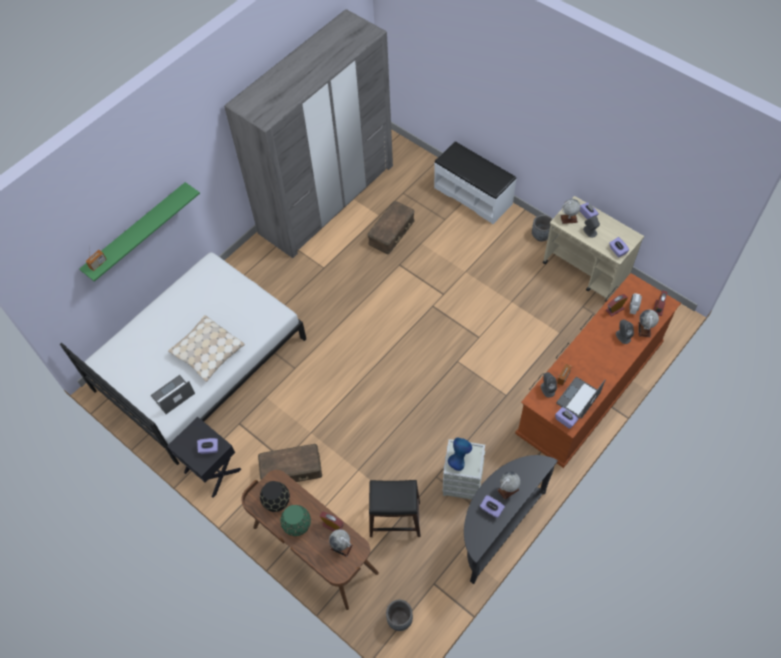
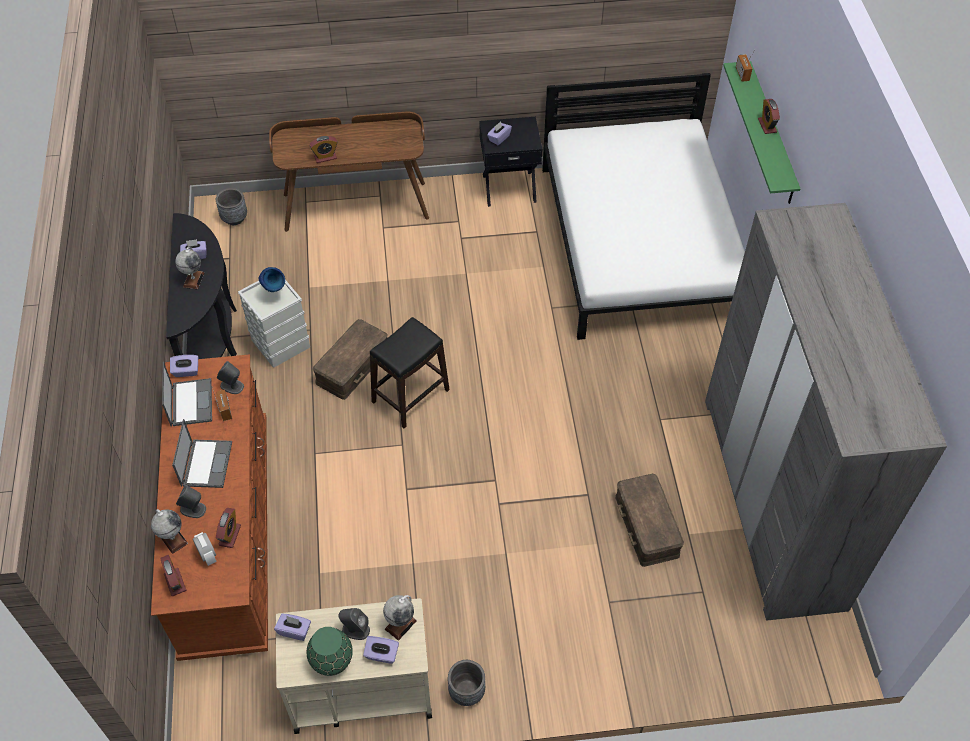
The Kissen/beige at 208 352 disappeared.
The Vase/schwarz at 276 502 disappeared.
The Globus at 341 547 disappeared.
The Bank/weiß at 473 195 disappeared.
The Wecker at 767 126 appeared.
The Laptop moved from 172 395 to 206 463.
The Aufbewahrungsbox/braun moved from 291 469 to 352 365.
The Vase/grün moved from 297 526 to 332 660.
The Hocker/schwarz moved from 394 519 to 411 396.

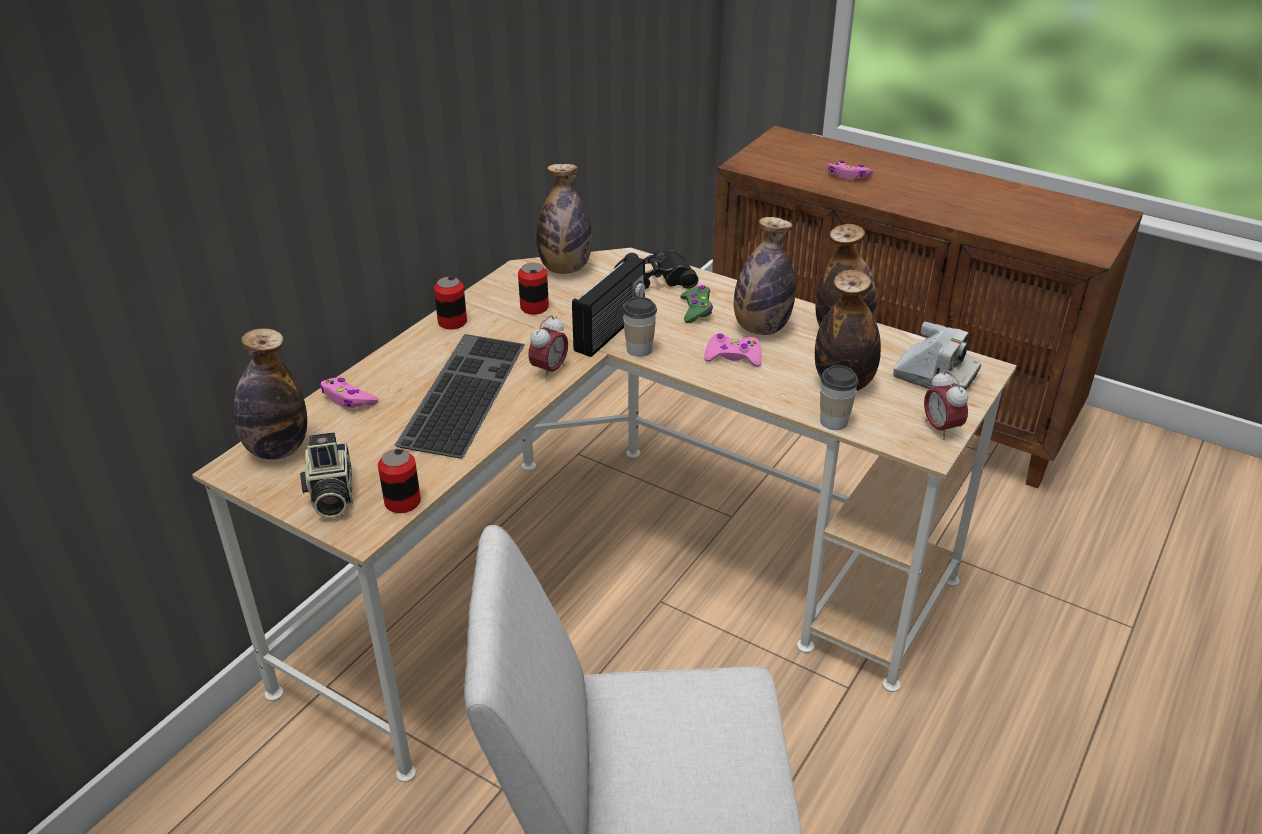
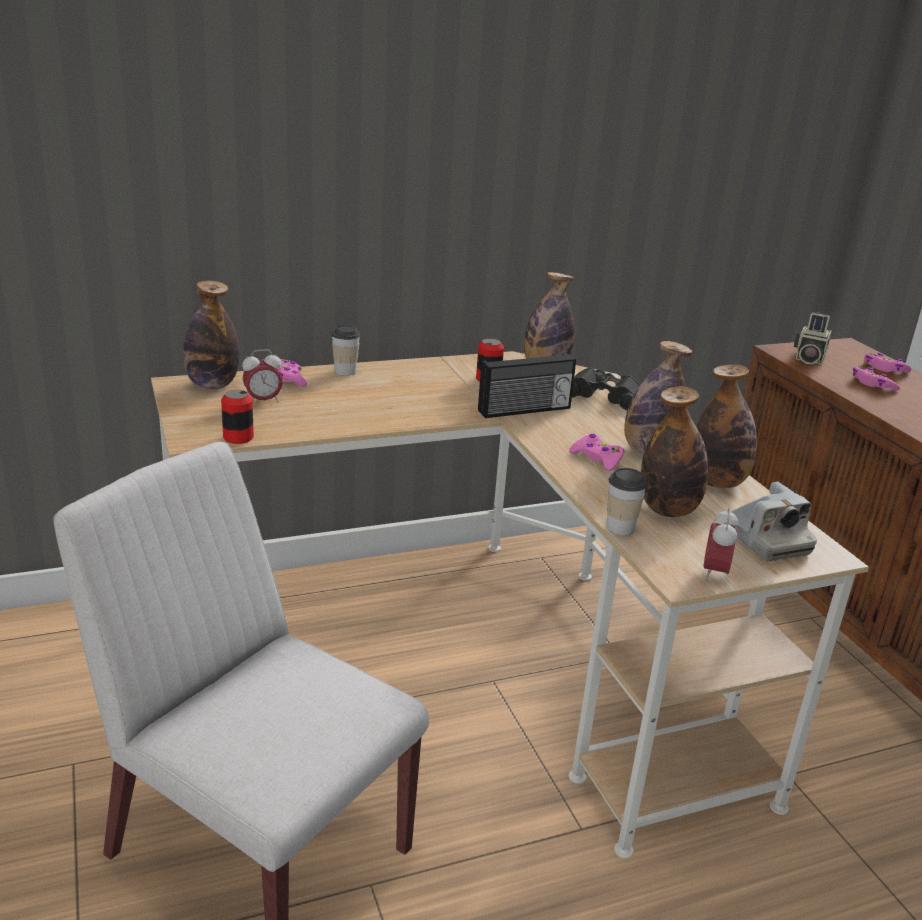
The Tastatur at 461 392 disappeared.
The Dose at 452 322 disappeared.
The Gamepad/grün at 696 310 disappeared.
The Gamepad/rosa at 884 369 appeared.
The Kamera moved from 330 496 to 808 358.
The Wecker moved from 549 370 to 263 401.
The Tasse moved from 639 349 to 345 371.

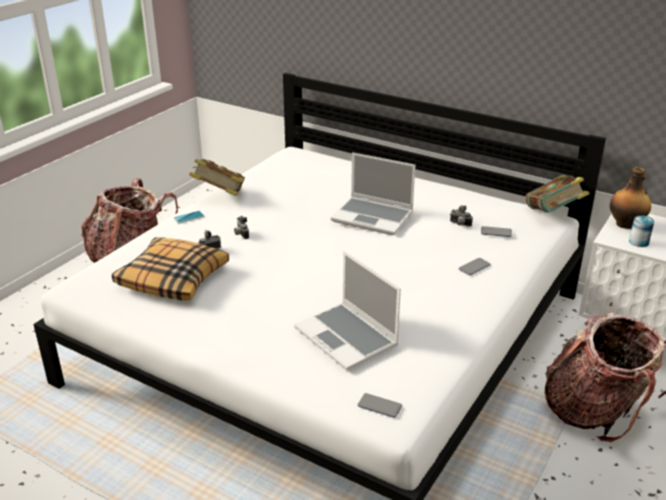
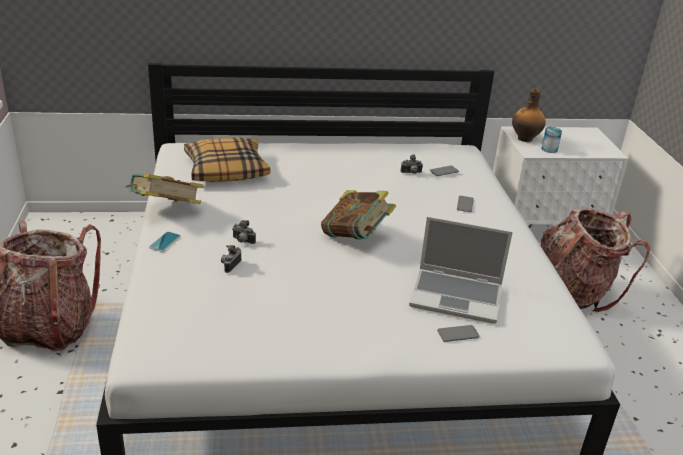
The Laptop at 373 217 disappeared.
The Kissen moved from 173 279 to 226 169.
The Handy moved from 379 406 to 458 334.
The Buch moved from 553 214 to 356 237.

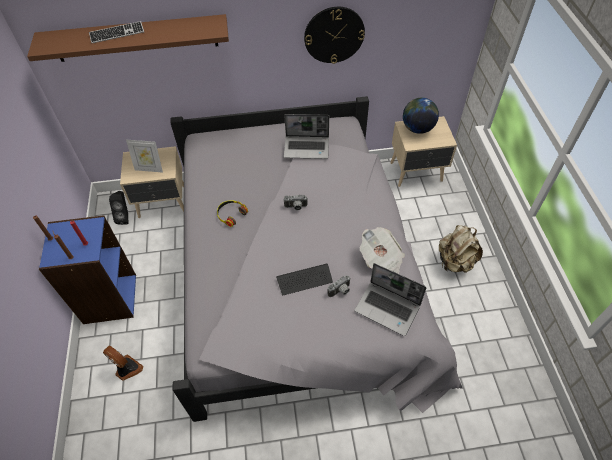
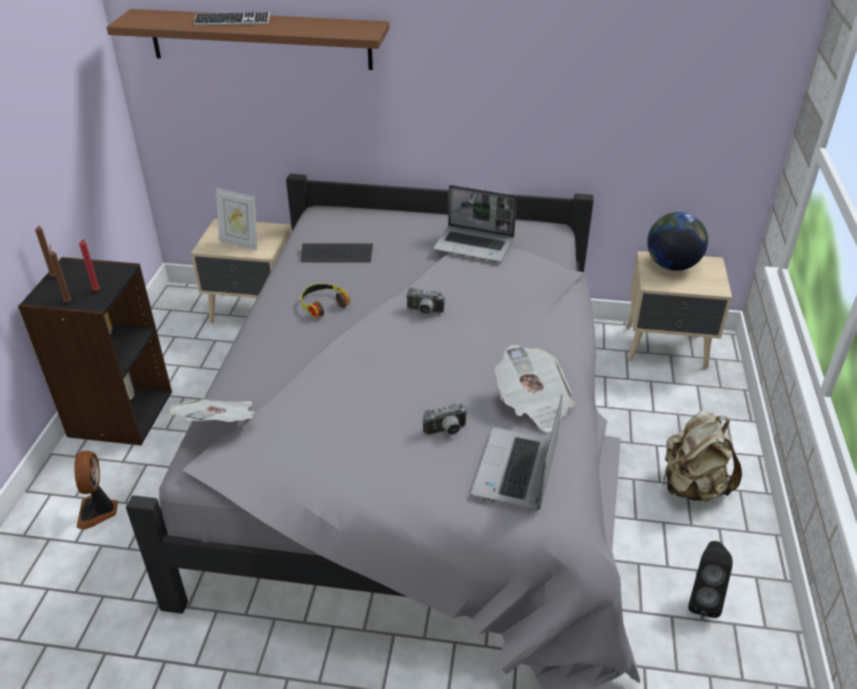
The Wanduhr at 334 35 disappeared.
The Zeitung at 220 426 appeared.
The Lautsprecher/schwarz moved from 125 217 to 702 599.
The Tastatur moved from 304 280 to 337 254.
The Bücherregal/blau at 109 298 became the Bücherregal/schwarz at 119 413.
The Ventilator at 127 369 turned 150 degrees counterclockwise.
The Laptop at 388 308 turned 60 degrees clockwise.

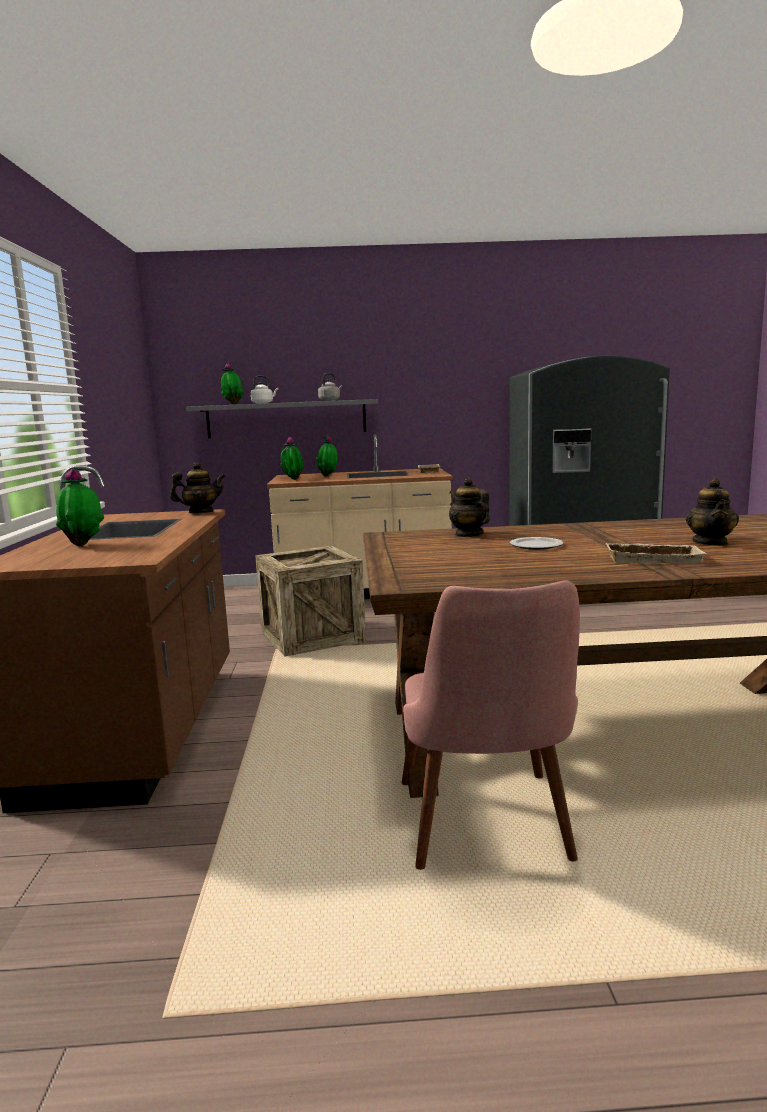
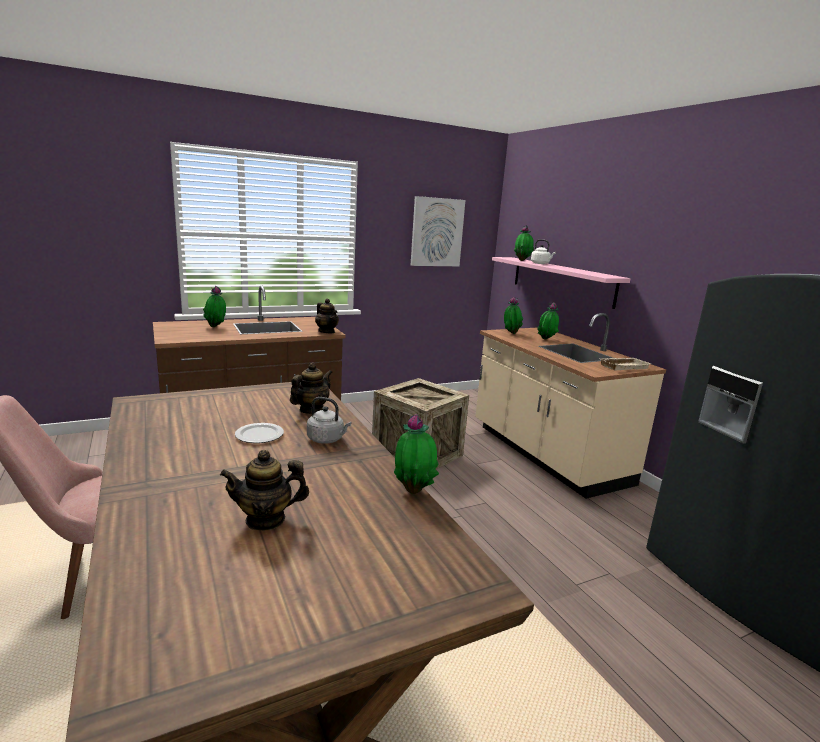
The Tablett/beige at 653 559 disappeared.
The Topfpflanze at 414 490 appeared.
The Bild at 437 232 appeared.
The Wasserkessel/grau moved from 330 400 to 327 439.
The Wandregal/grau at 286 419 became the Wandregal/rosa at 561 280.

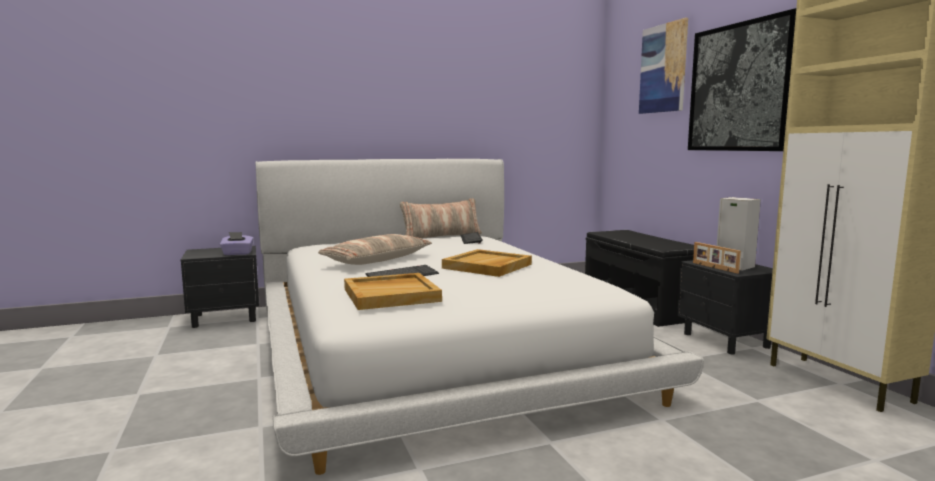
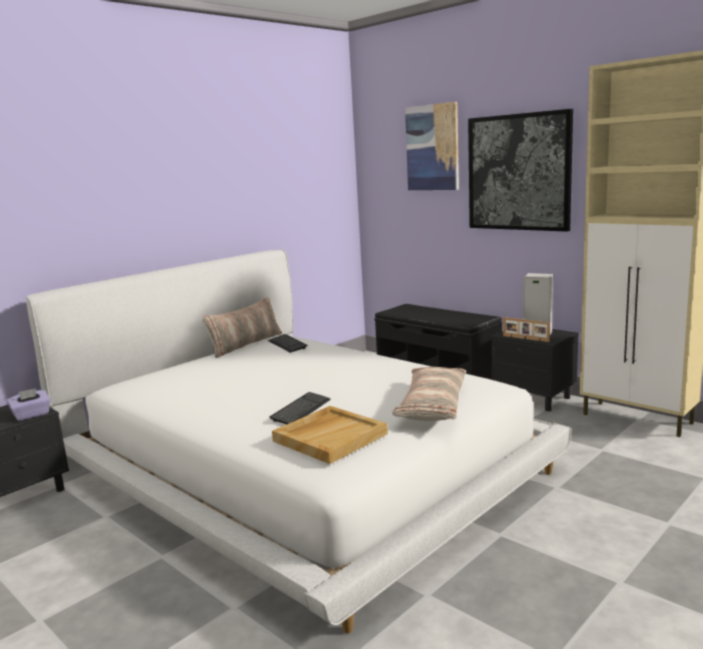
The Tablett/beige at 487 266 disappeared.
The Kissen moved from 377 260 to 432 405.

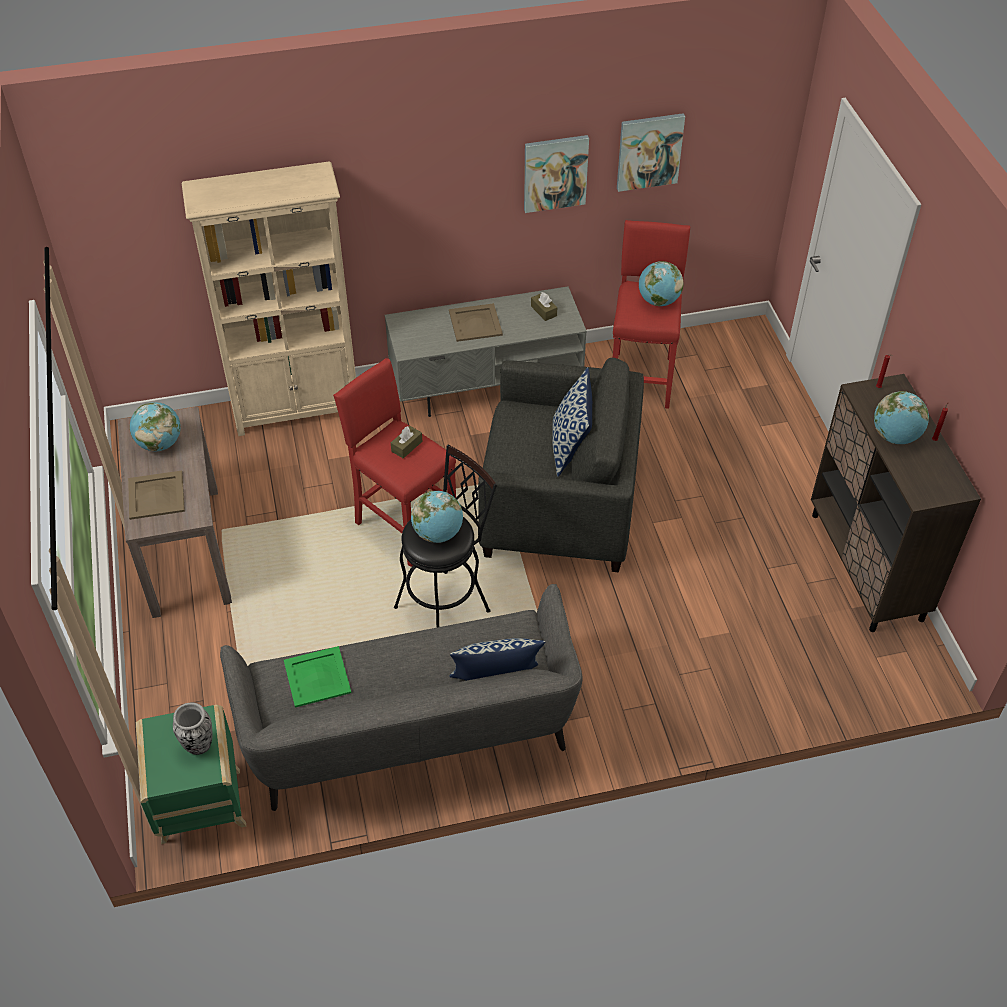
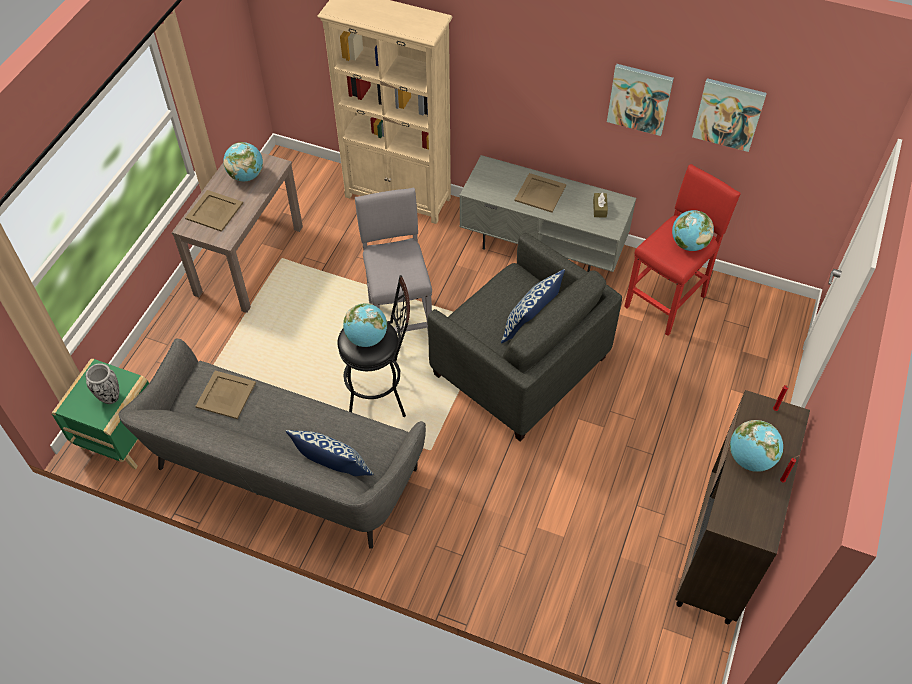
The Taschentuchbox/braun at 406 446 disappeared.
The Tablett/grün at 318 677 became the Tablett/beige at 226 395.
The Hocker/rot at 404 525 became the Hocker/grau at 399 320.

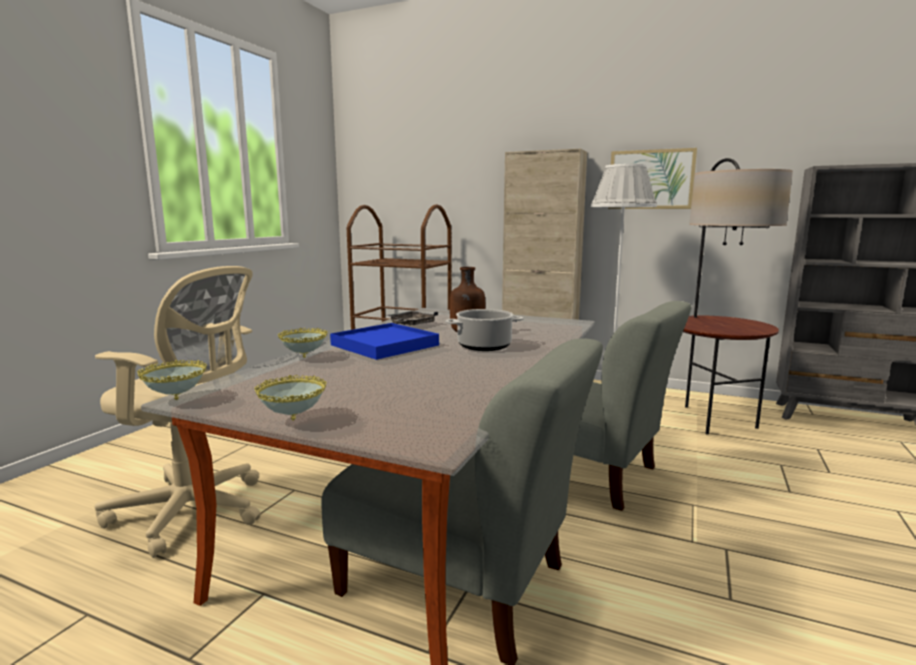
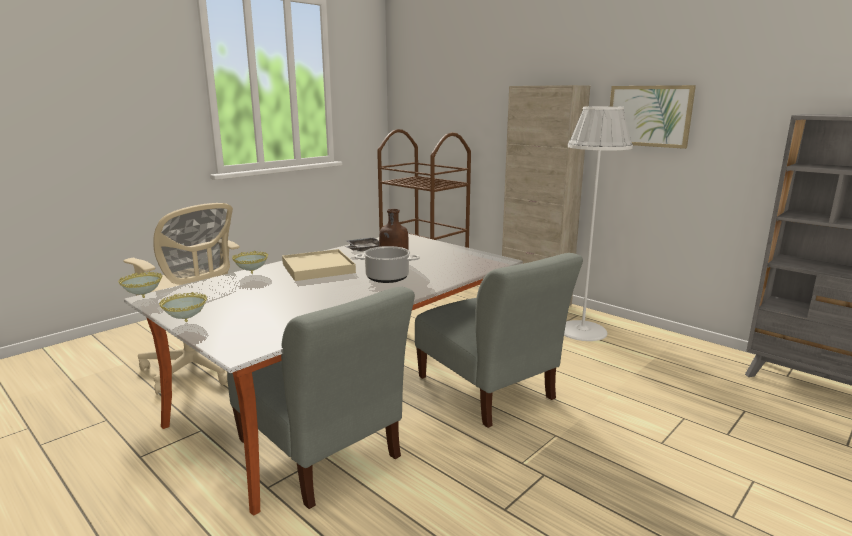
The Stehlampe at 711 420 disappeared.
The Tablett/blau at 384 345 became the Tablett/beige at 318 268.

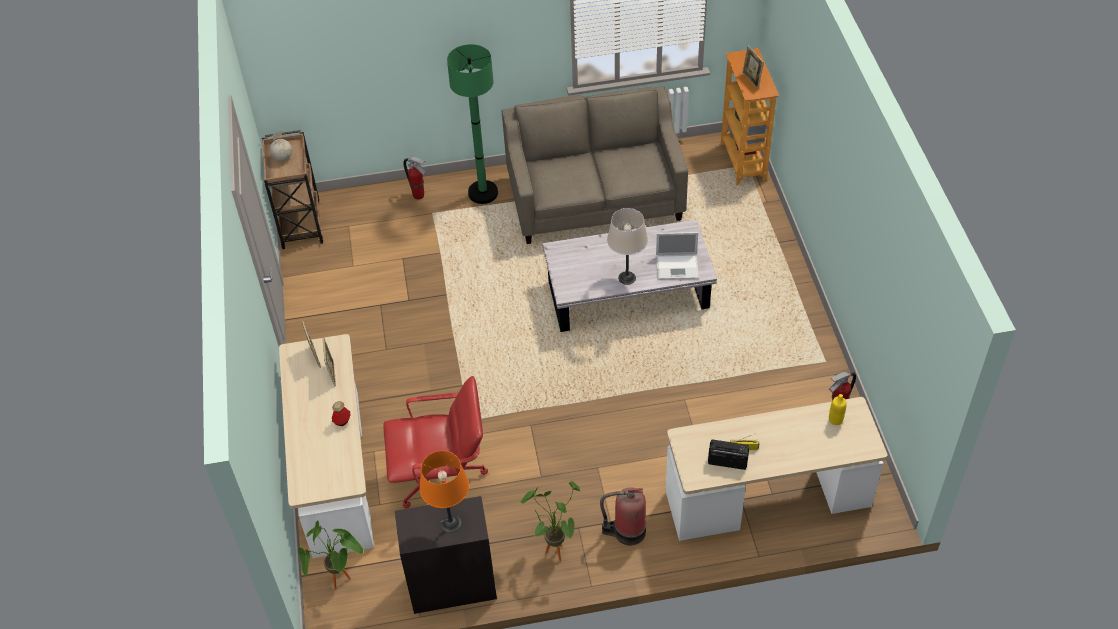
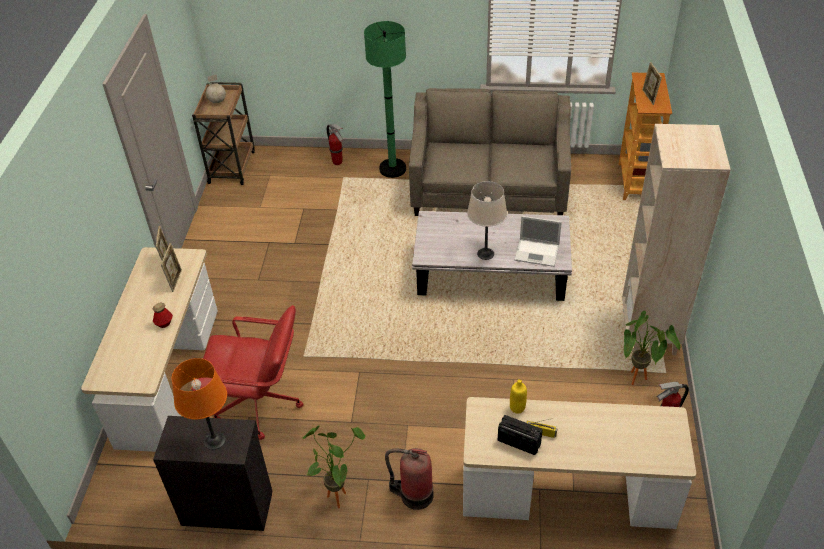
The Bücherregal/beige at 649 332 appeared.
The Topfpflanze moved from 341 584 to 638 382.
The Flasche/gelb moved from 835 420 to 517 408.

